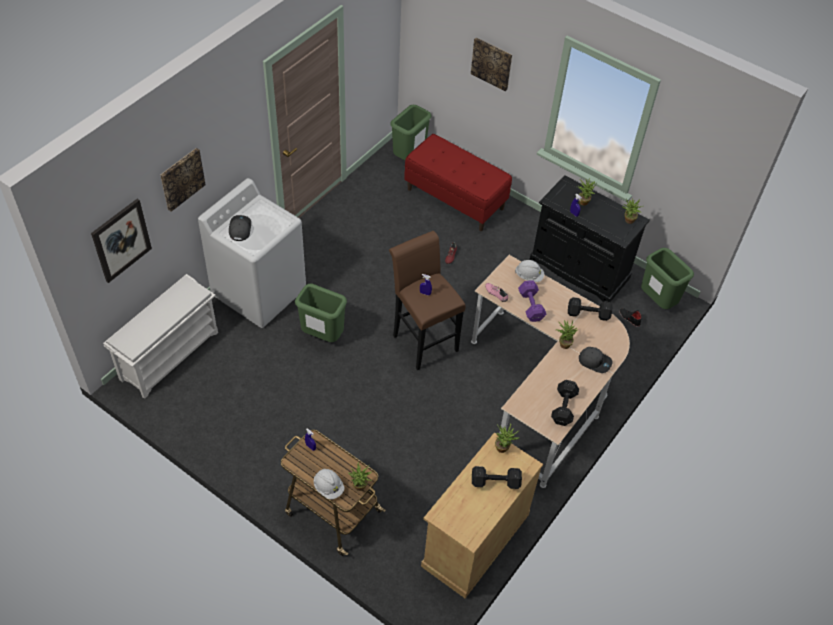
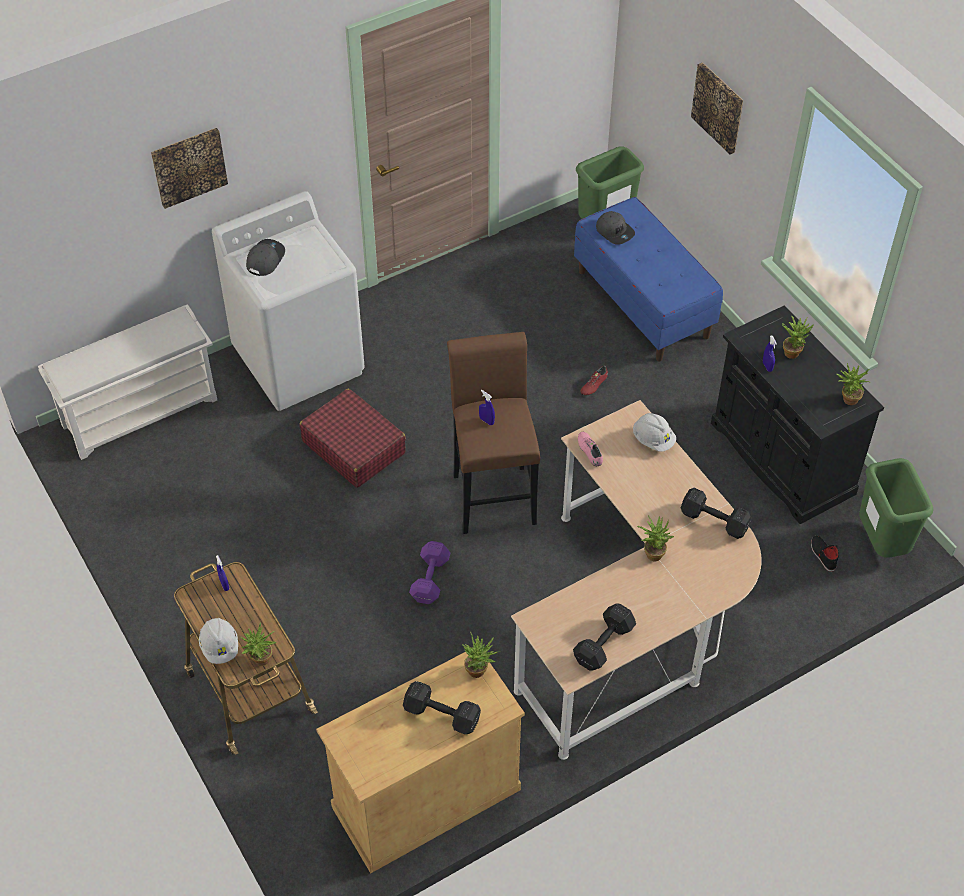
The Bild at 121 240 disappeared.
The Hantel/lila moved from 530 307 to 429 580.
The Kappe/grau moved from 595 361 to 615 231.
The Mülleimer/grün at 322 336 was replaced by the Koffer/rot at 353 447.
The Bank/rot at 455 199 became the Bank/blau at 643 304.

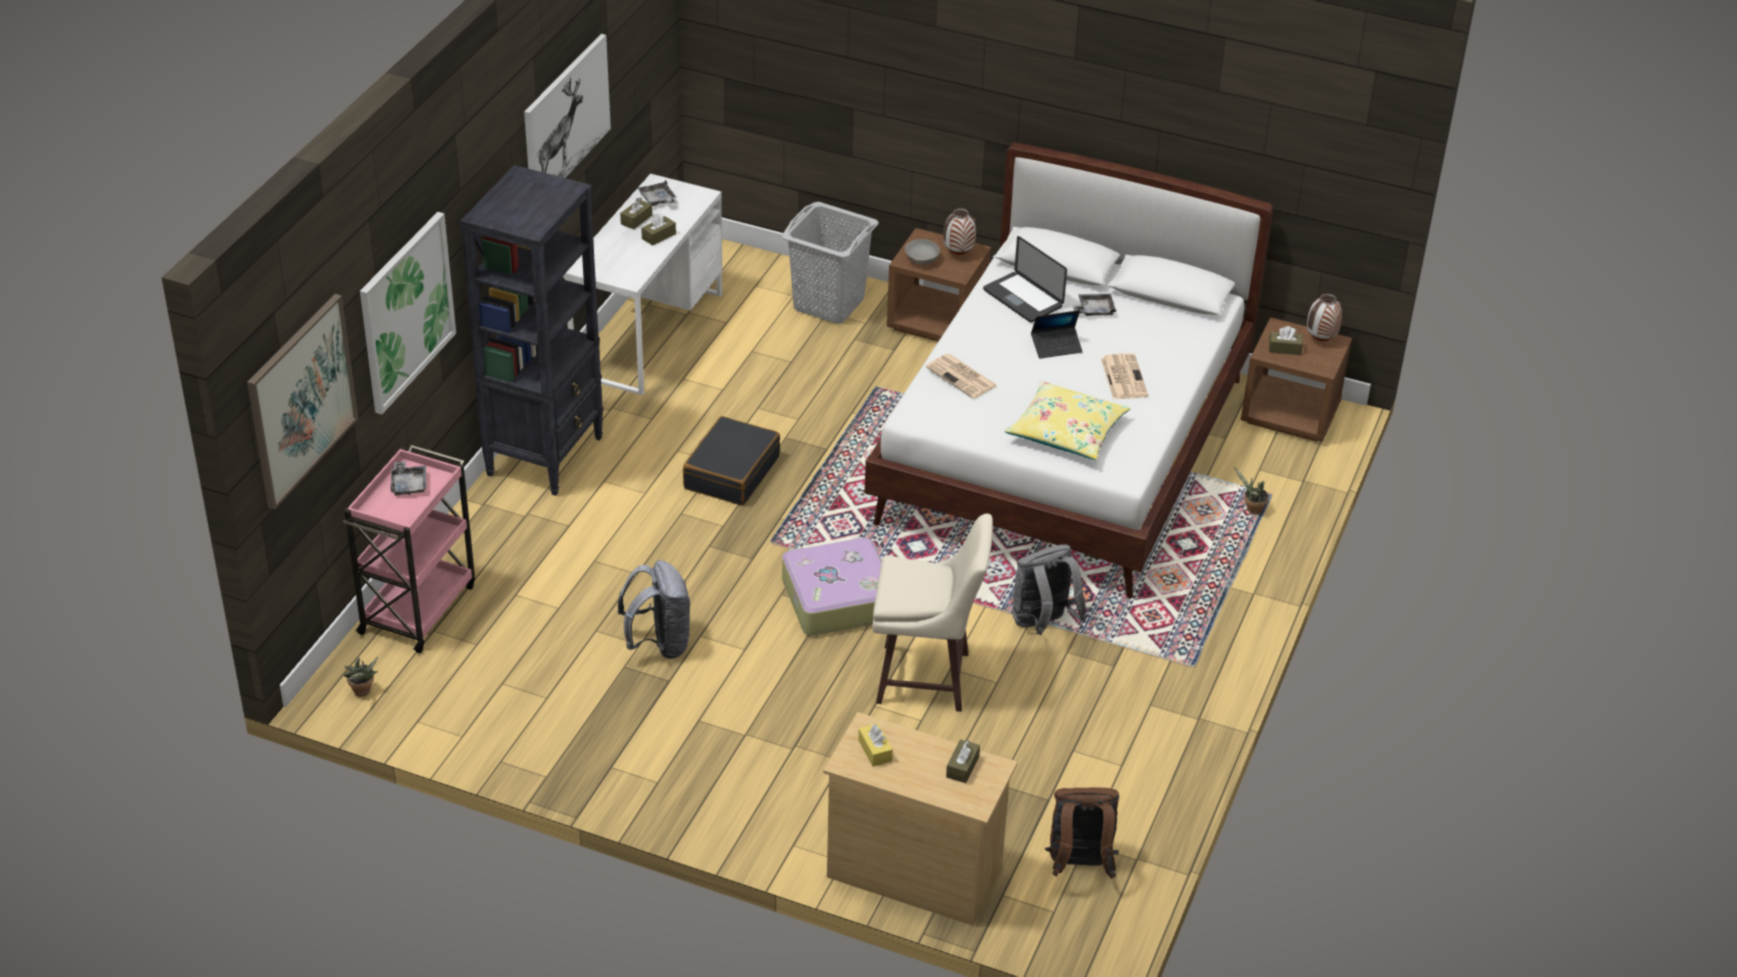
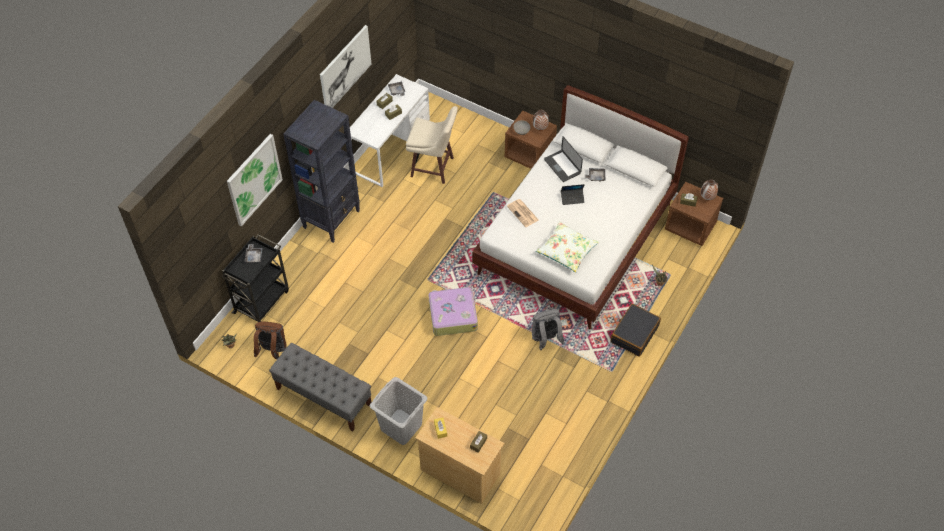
The Bild at 301 400 disappeared.
The Rucksack/grau at 659 644 disappeared.
The Zeitung at 1123 377 disappeared.
The Bank/grau at 323 397 appeared.
The Koffer/schwarz moved from 731 472 to 634 334.
The Wäschekorb/grau moved from 829 304 to 401 427.
The Hocker/beige moved from 926 679 to 433 168.
The Rucksack/braun moved from 1079 866 to 272 351.
The Rollwagen/rosa at 419 607 became the Rollwagen/schwarz at 262 301.
The Kissen/gelb at 1066 431 became the Kissen/weiß at 567 251.

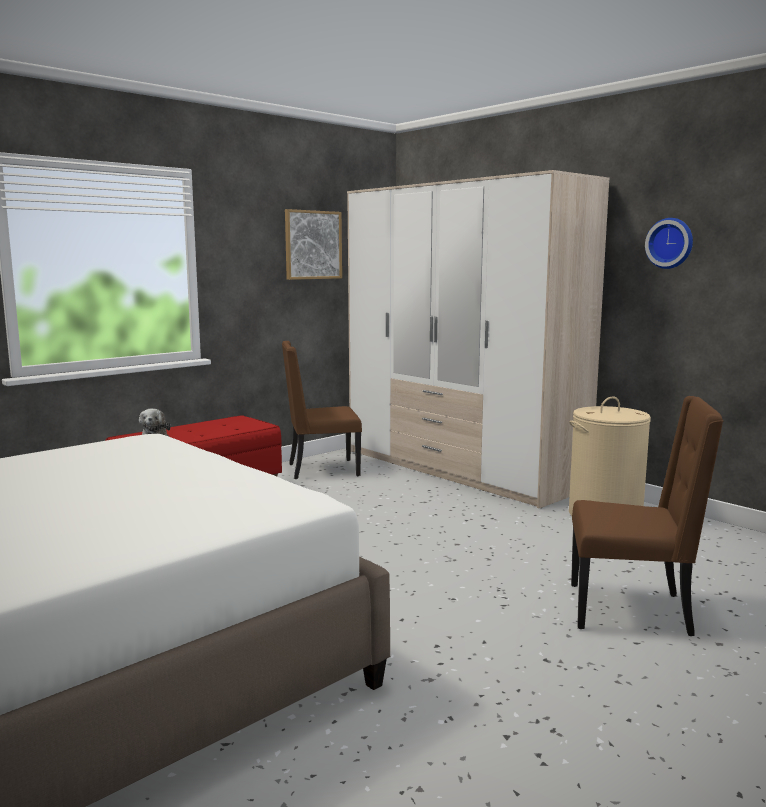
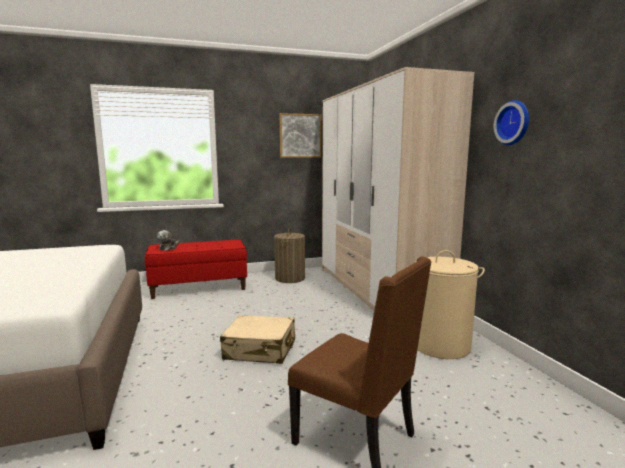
The Koffer/beige at 260 350 appeared.
The Stuhl/braun at 321 470 was replaced by the Wäschekorb at 290 278.

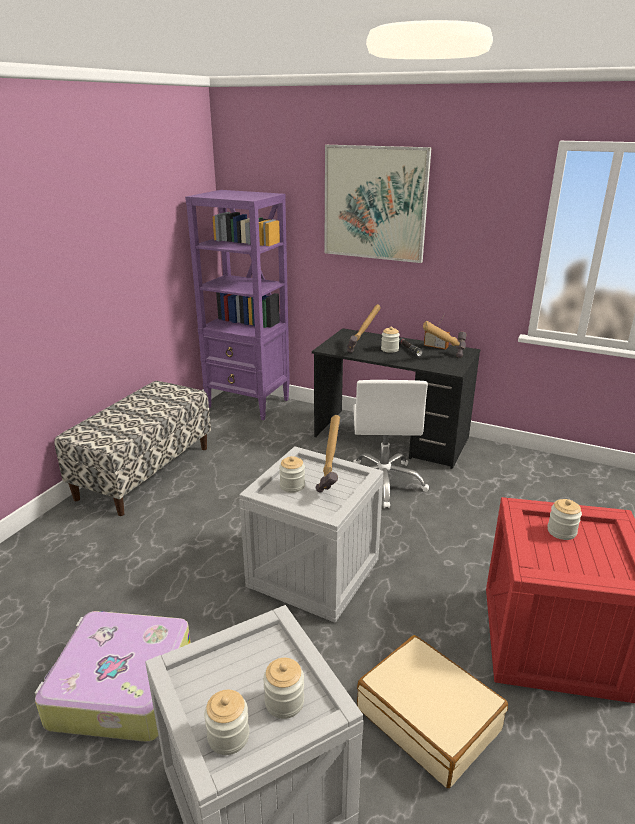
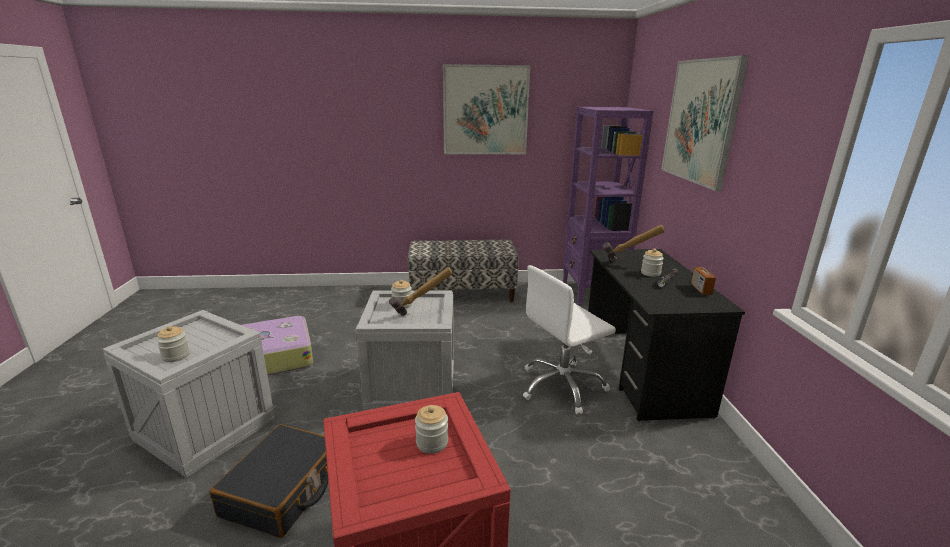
The Vorratsglas at 228 736 disappeared.
The Hammer at 442 357 disappeared.
The Bild at 485 110 appeared.
The Koffer/beige at 428 719 became the Koffer/schwarz at 283 490.

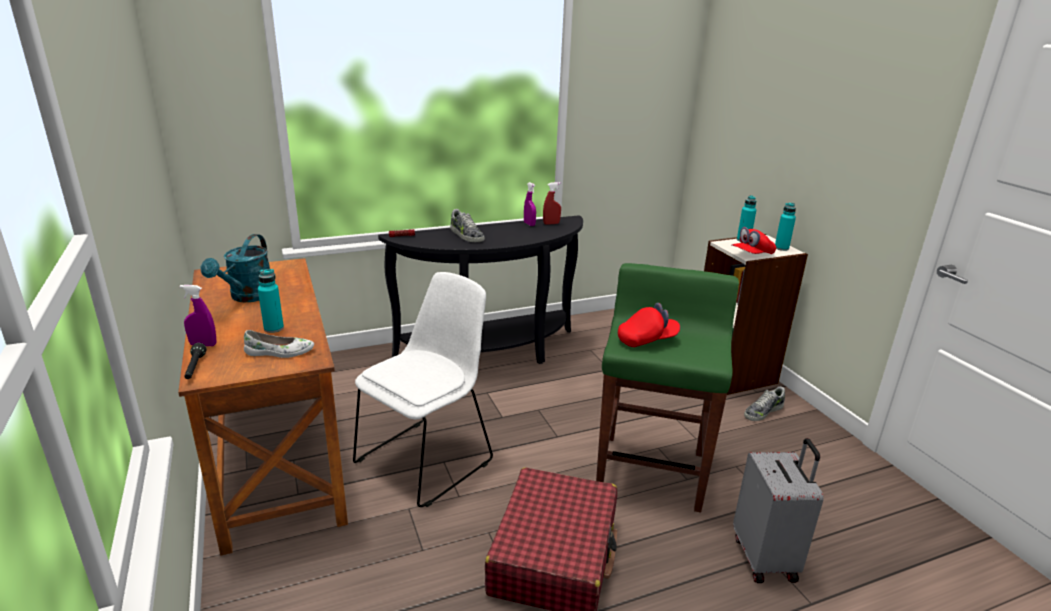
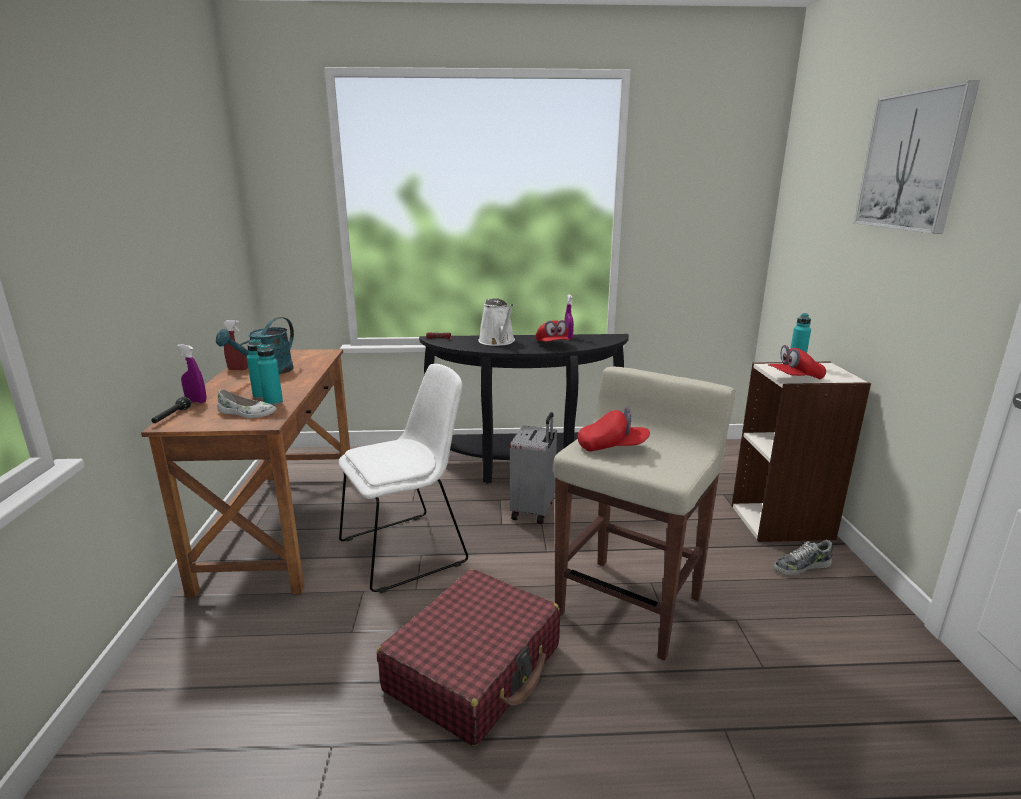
The Kappe/rot at 552 345 appeared.
The Bild at 912 161 appeared.
The Sprühflasche/rot moved from 551 223 to 238 369.
The Koffer/grau moved from 766 558 to 534 510.
The Flasche/türkis moved from 781 248 to 273 402.
The Schuh at 466 235 was replaced by the Gießkanne/weiß at 498 342.
The Hocker/grün at 651 470 became the Hocker/beige at 630 604.

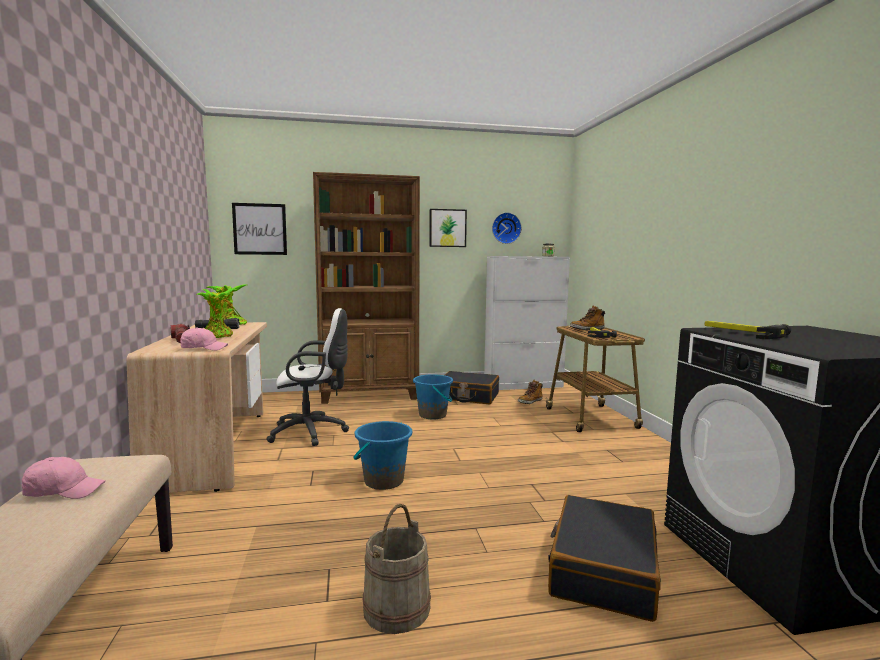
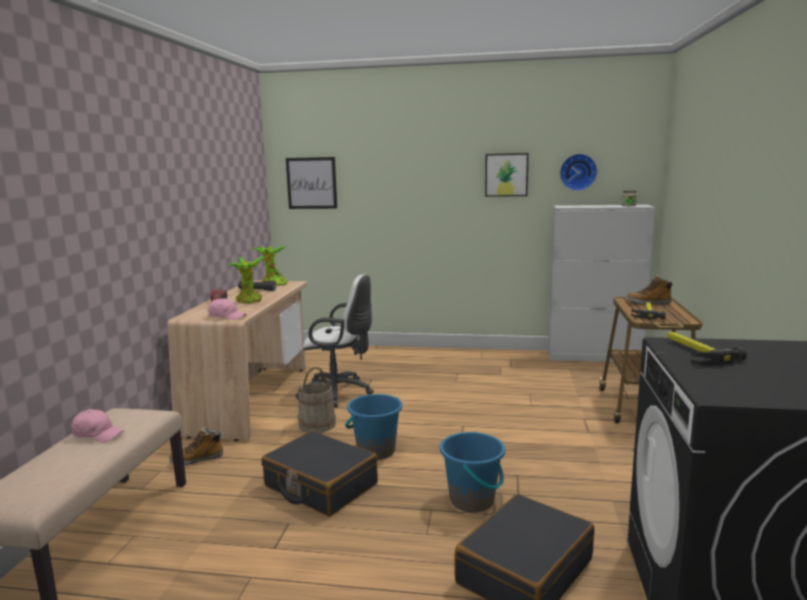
The Bücherregal/braun at 370 395 disappeared.
The Eimer/beige moved from 397 608 to 317 424.
The Eimer/blau moved from 433 415 to 472 500.
The Koffer/schwarz moved from 468 396 to 320 485.
The Stiefel moved from 530 402 to 197 459.

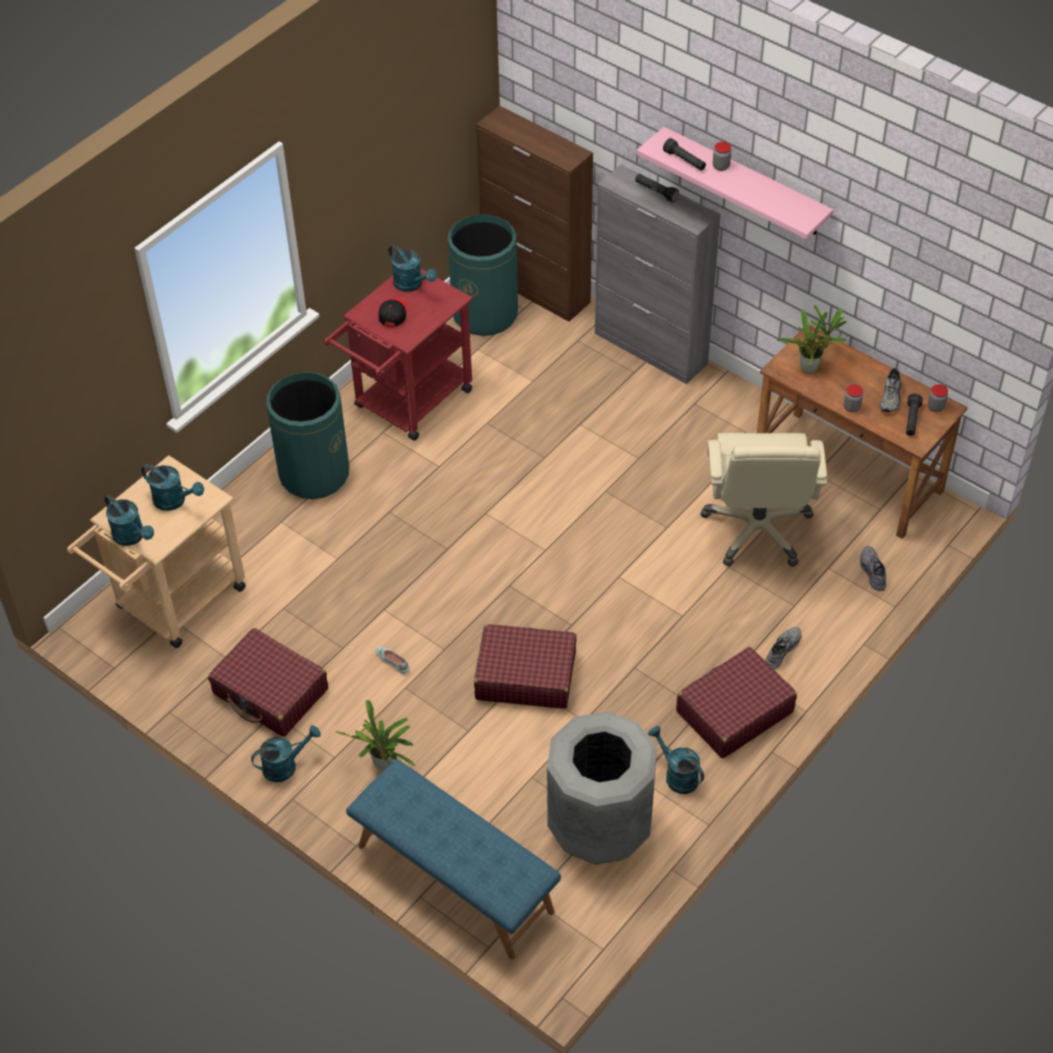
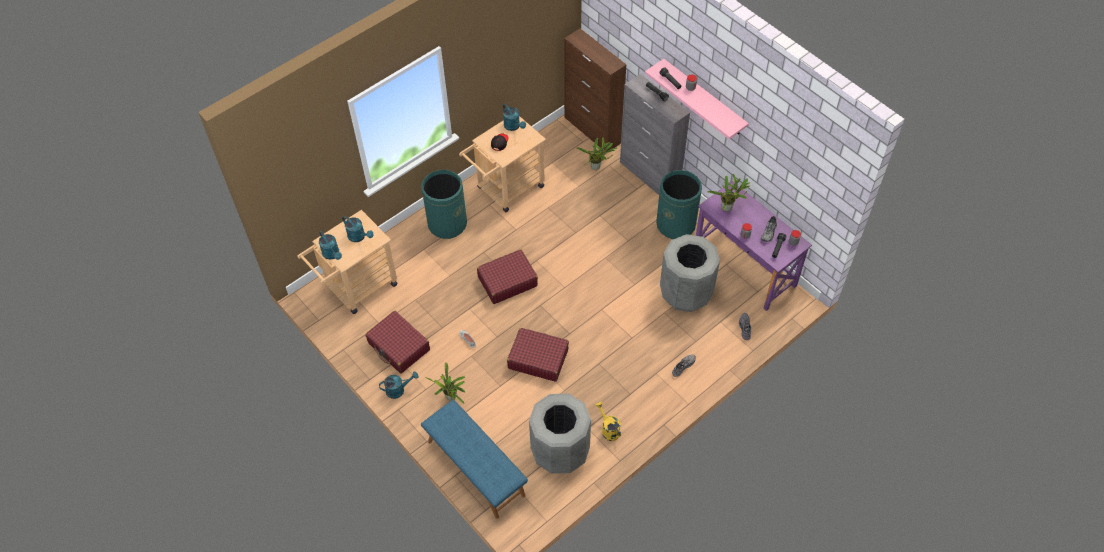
The Topfpflanze at 597 167 appeared.
The Mülleimer/grün moved from 485 314 to 676 224.
The Koffer/rot moved from 734 712 to 507 281.
The Bürostuhl/beige at 758 530 was replaced by the Mülleimer/grau at 685 293.
The Rollwagen/rot at 407 404 became the Rollwagen/beige at 506 190.
The Gießkanne/türkis at 677 775 became the Gießkanne/gelb at 608 429.
The Schreibtisch/braun at 848 473 became the Schreibtisch/lila at 745 267.

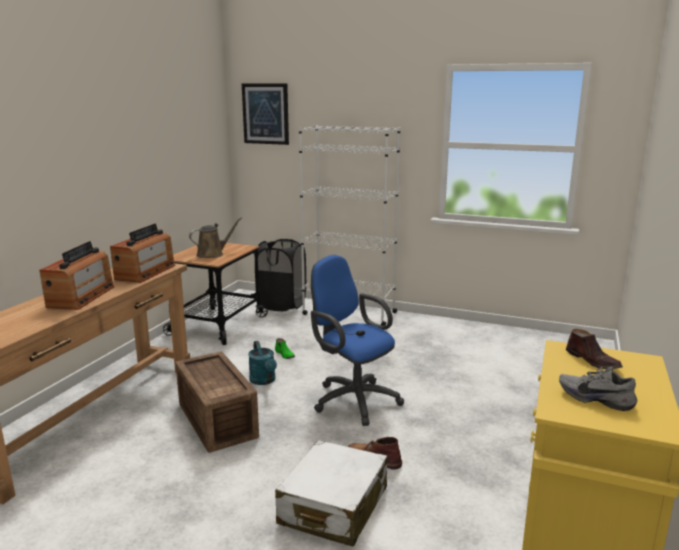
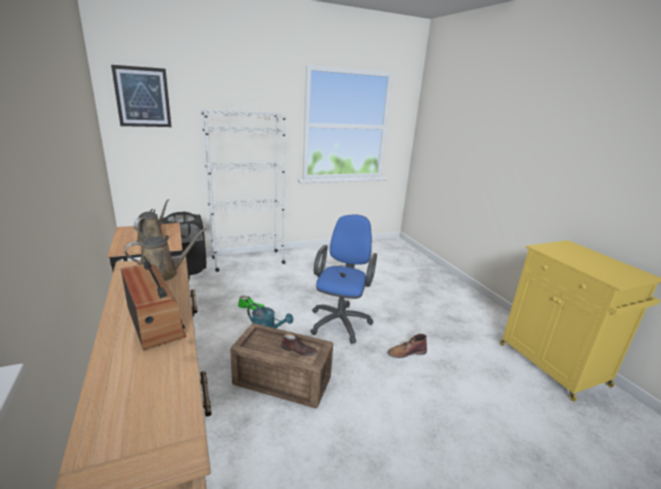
The Koffer/weiß at 333 506 disappeared.
The Schuh/grau at 596 398 disappeared.
The Schuh/braun moved from 593 361 to 299 350.
The Radio at 145 272 was replaced by the Gießkanne/braun at 163 273.
The Bürostuhl/blau at 352 399 turned 105 degrees clockwise.

